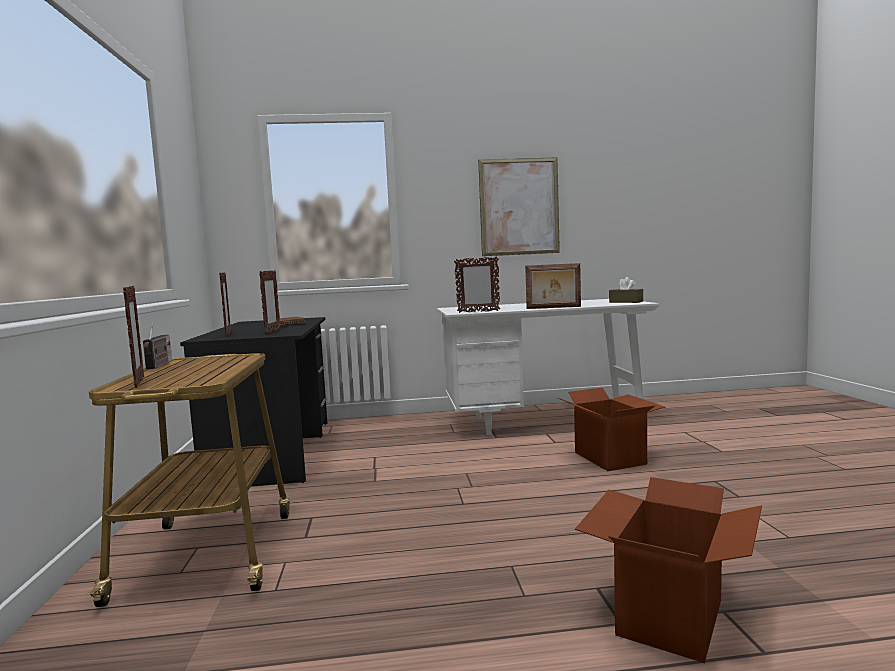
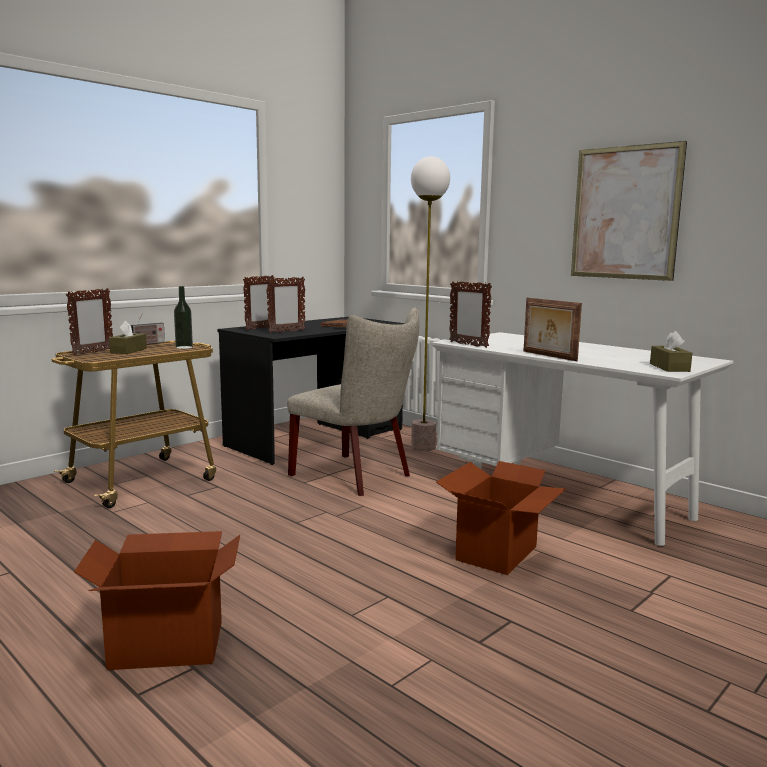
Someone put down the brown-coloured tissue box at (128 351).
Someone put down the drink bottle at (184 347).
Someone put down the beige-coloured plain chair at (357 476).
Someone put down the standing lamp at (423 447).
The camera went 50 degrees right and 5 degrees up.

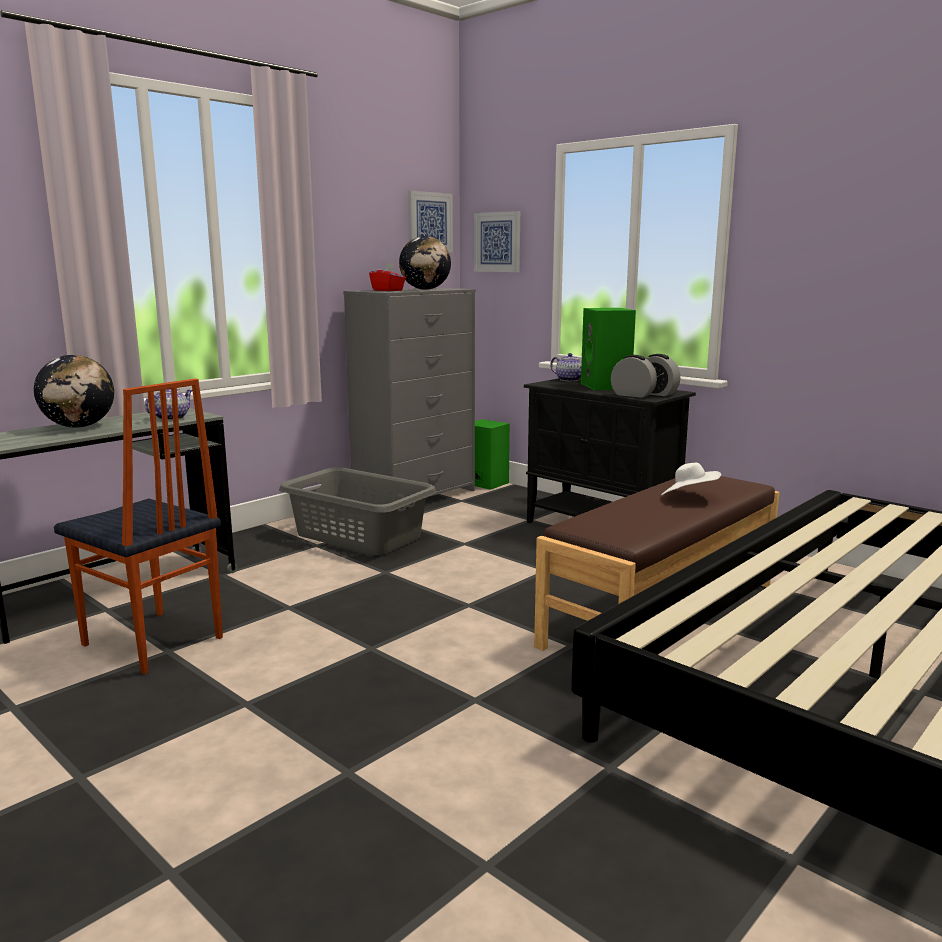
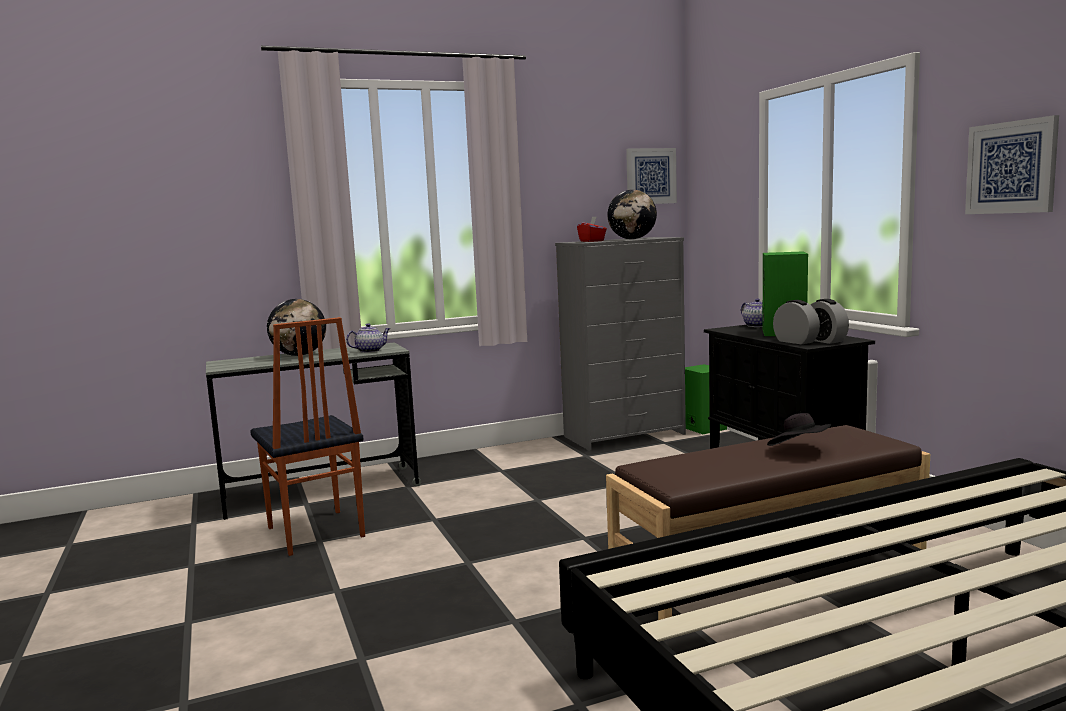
Someone took away the greyish washing basket at (358 536).
Someone carried the wall art from (497 242) to (1011 167).
Someone repainted the white hat at (688 497), which became the black-coloured hat at (799 450).
The camera went 25 degrees right and 5 degrees down.

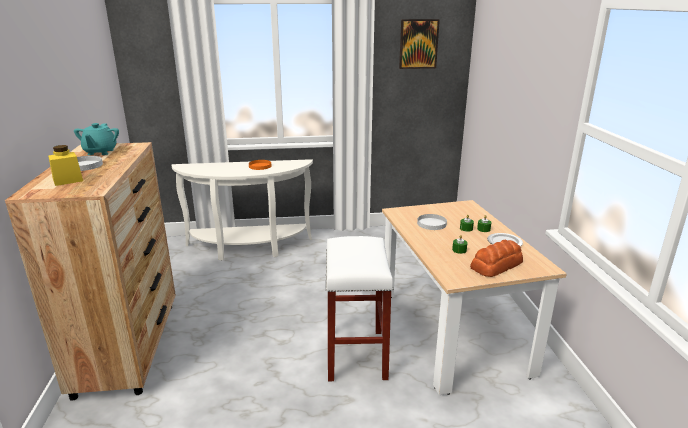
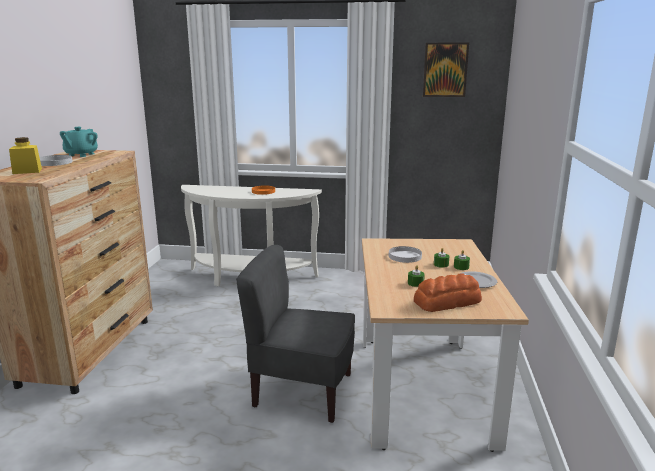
Someone swapped the white stool at (355 354) for the greyish plain chair at (302 392).
The camera went 15 degrees right and 5 degrees down.

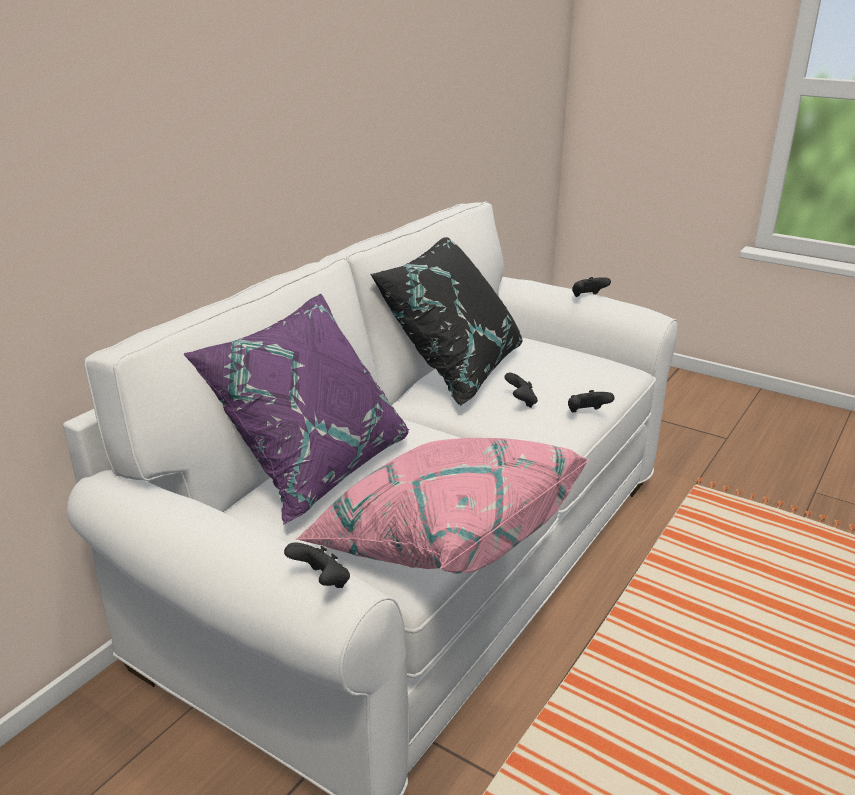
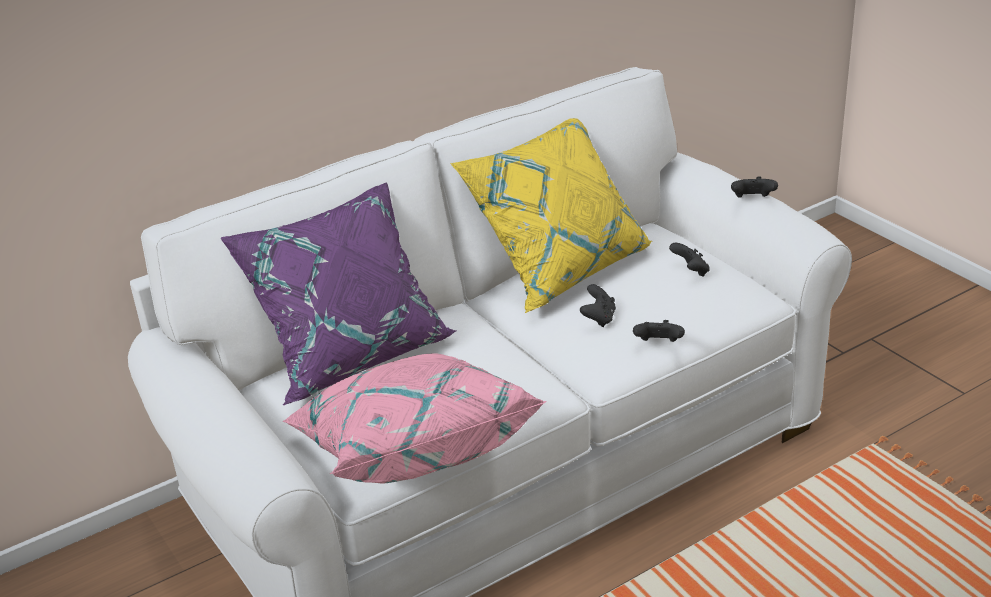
Someone carried the black-coloured joypad from (321 582) to (690 272).
Someone repainted the black-coloured throw pillow at (453 370), which became the yellow-coloured throw pillow at (559 268).
The camera went 25 degrees right and 5 degrees up.

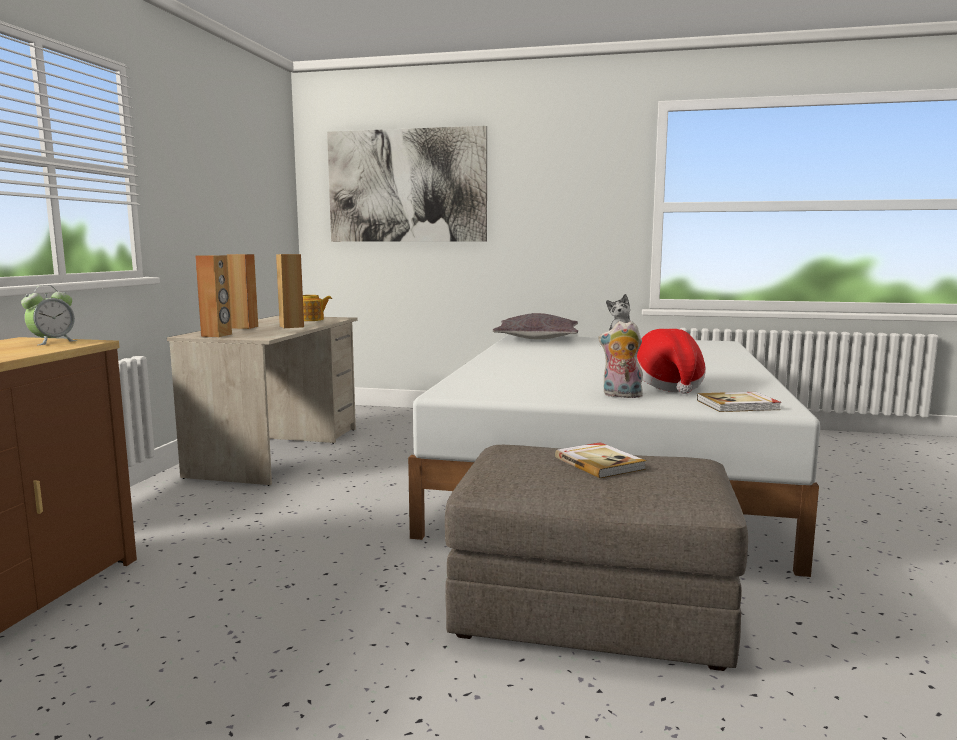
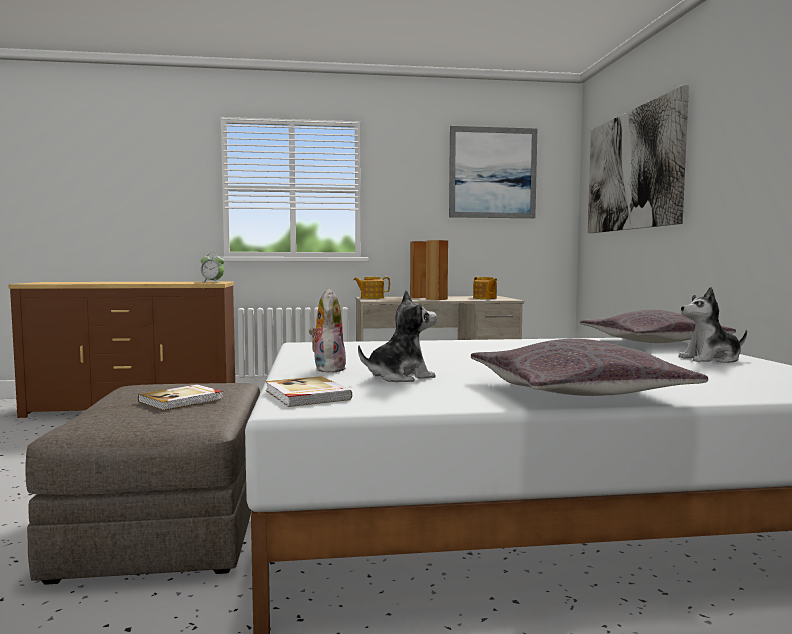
Someone put up the wall art at (492 173).
Someone put down the greyish throw pillow at (575 392).
Someone swapped the brown-coloured audio speaker at (217 335) for the tea pot at (371 298).
Someone swapped the hat at (668 386) for the cuddly toy at (399 377).
The camera went 70 degrees right and 5 degrees down.

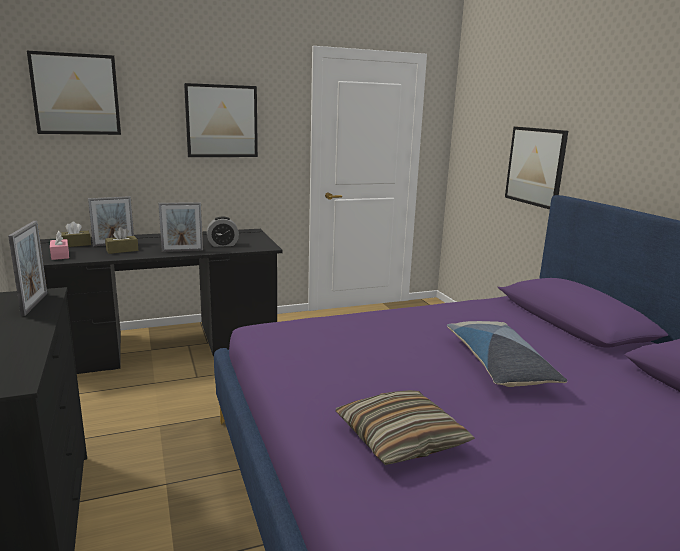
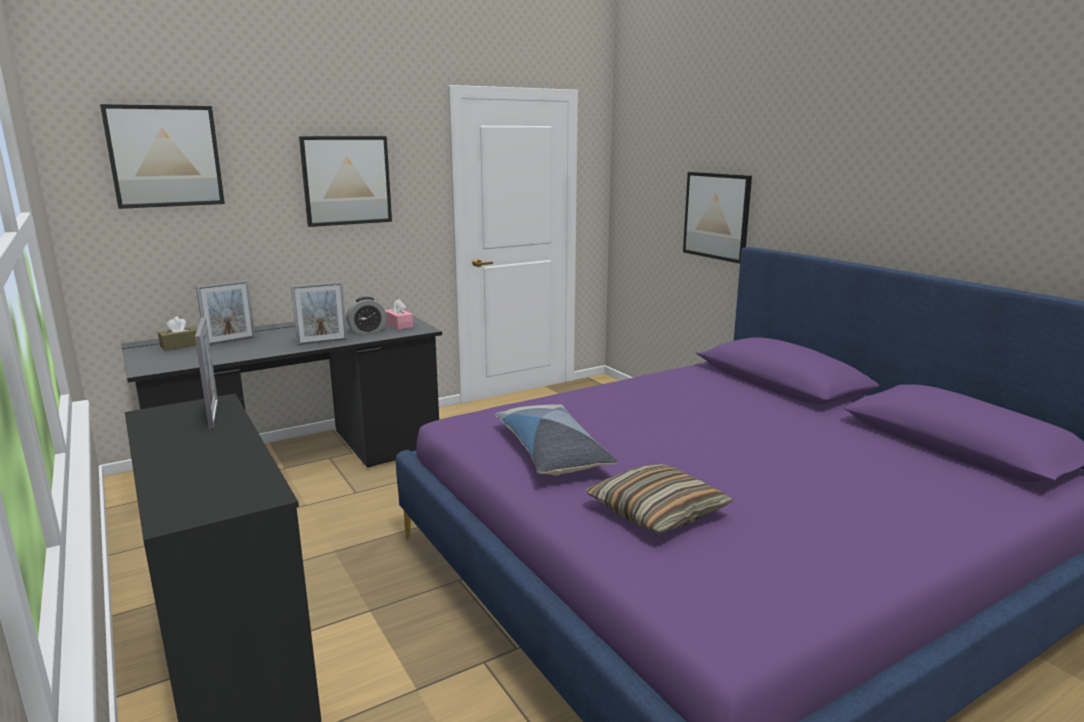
Someone took away the brown-coloured tissue box at (122 250).
Someone carried the pinkish tissue box from (60 255) to (398 325).
Someone carried the throw pillow from (498 364) to (551 452).
The camera went 10 degrees left and 0 degrees up.

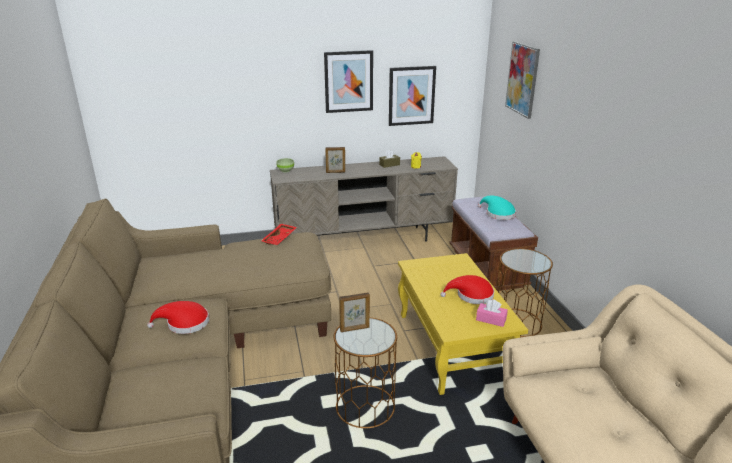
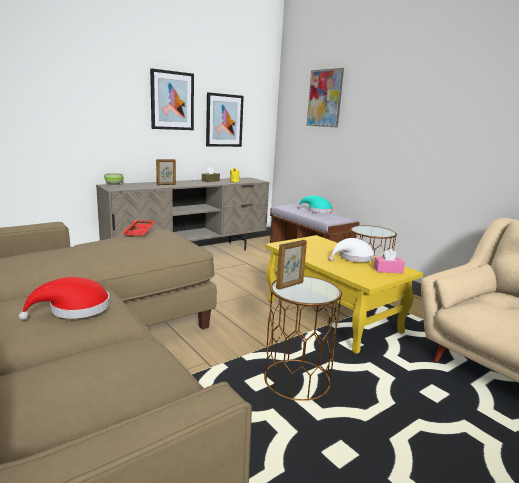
Someone repainted the red hat at (471 296), which became the white hat at (353 258).
The camera went 25 degrees left and 10 degrees down.

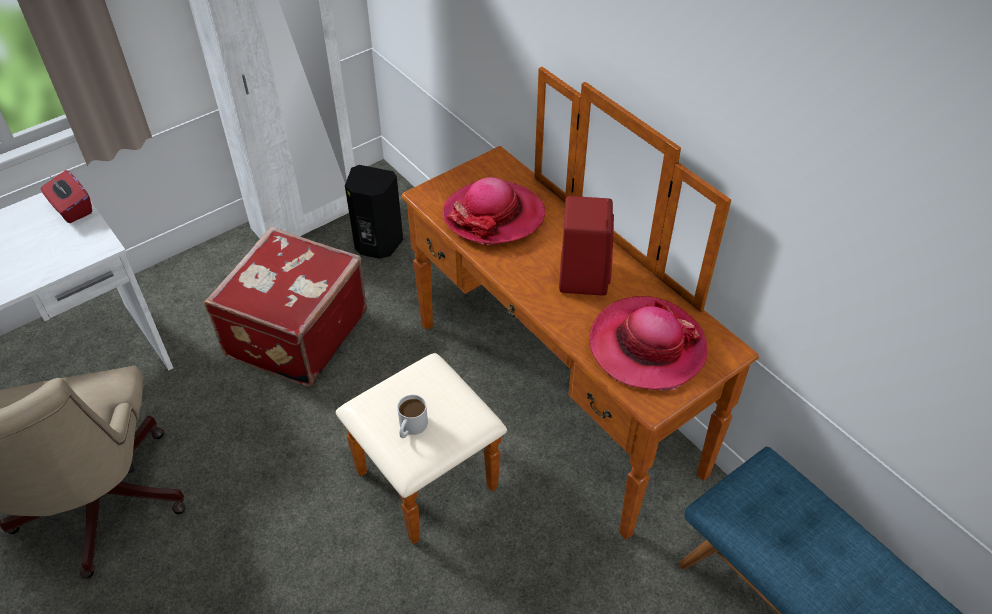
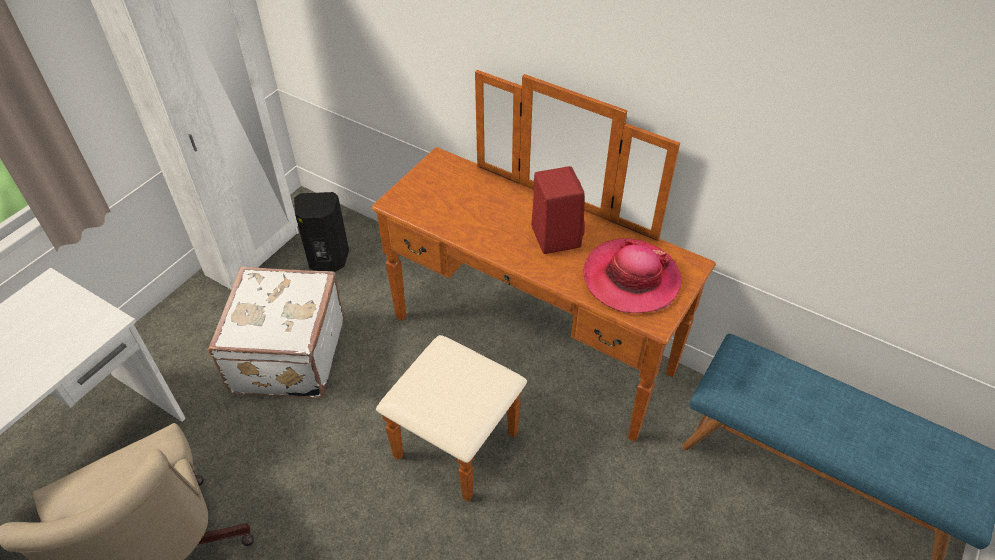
Someone took away the red tissue box at (72 209).
Someone took away the white tea mug at (410 427).
Someone took away the hat at (493 216).
Someone repainted the red travel case at (294 333), which became the white travel case at (286 356).
The camera went 20 degrees left and 0 degrees up.

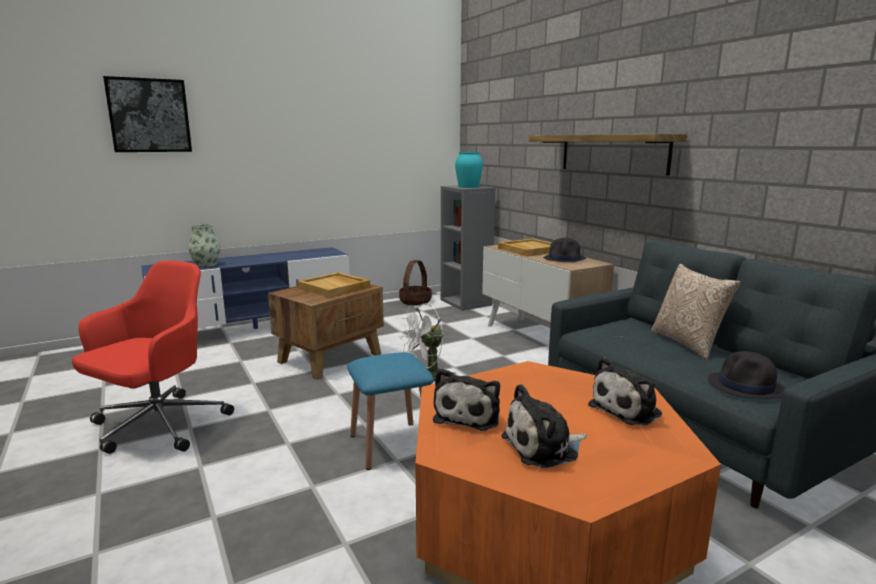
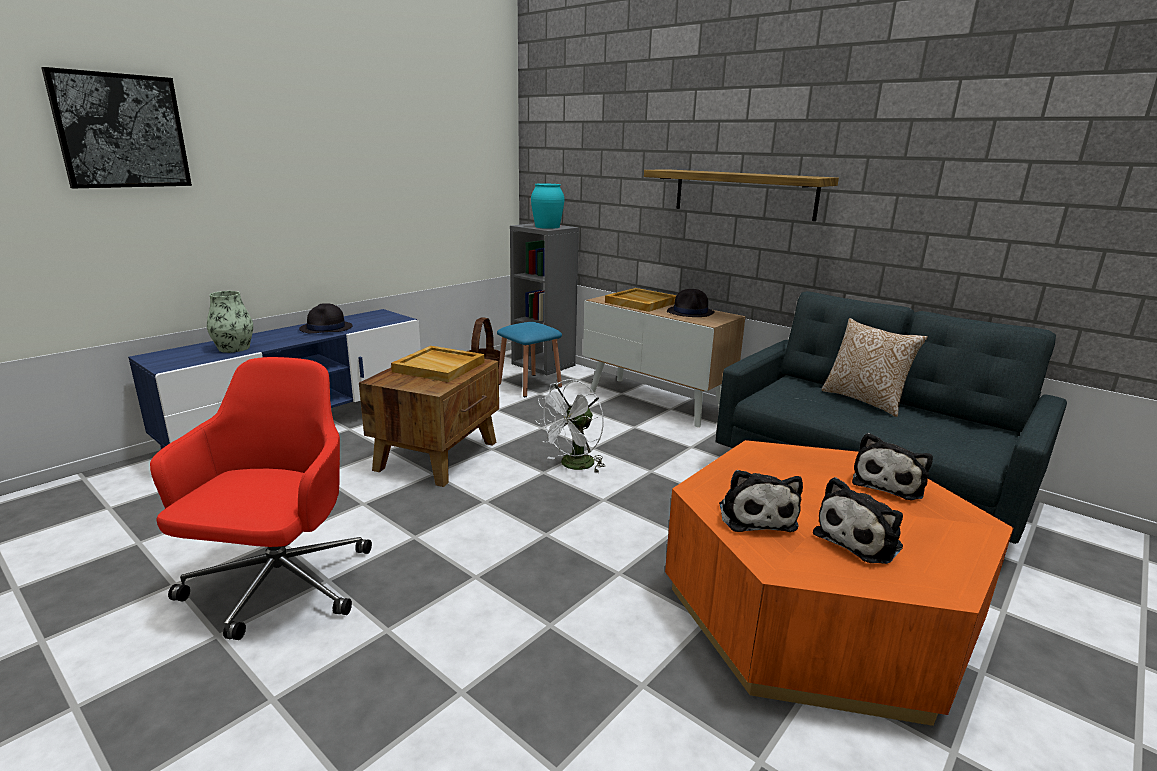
Someone carried the bluish stool from (391 444) to (529 385).
Someone carried the black-coloured hat from (746 386) to (326 328).
The camera went 20 degrees left and 5 degrees up.

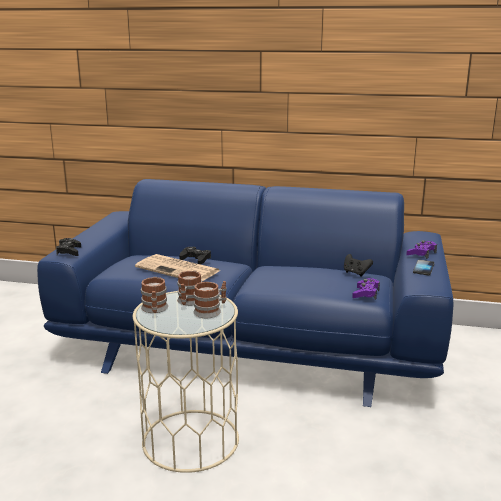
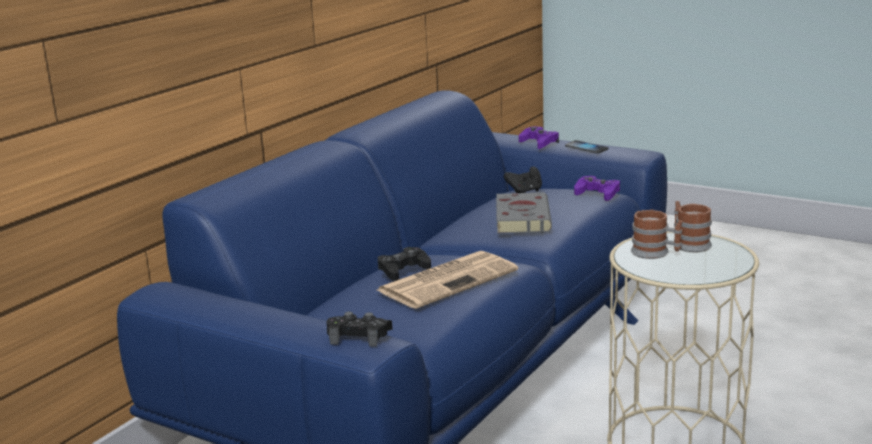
Someone took away the tea mug at (154 309).
Someone put down the greyish bound book at (522 218).
The camera went 70 degrees left and 0 degrees up.

